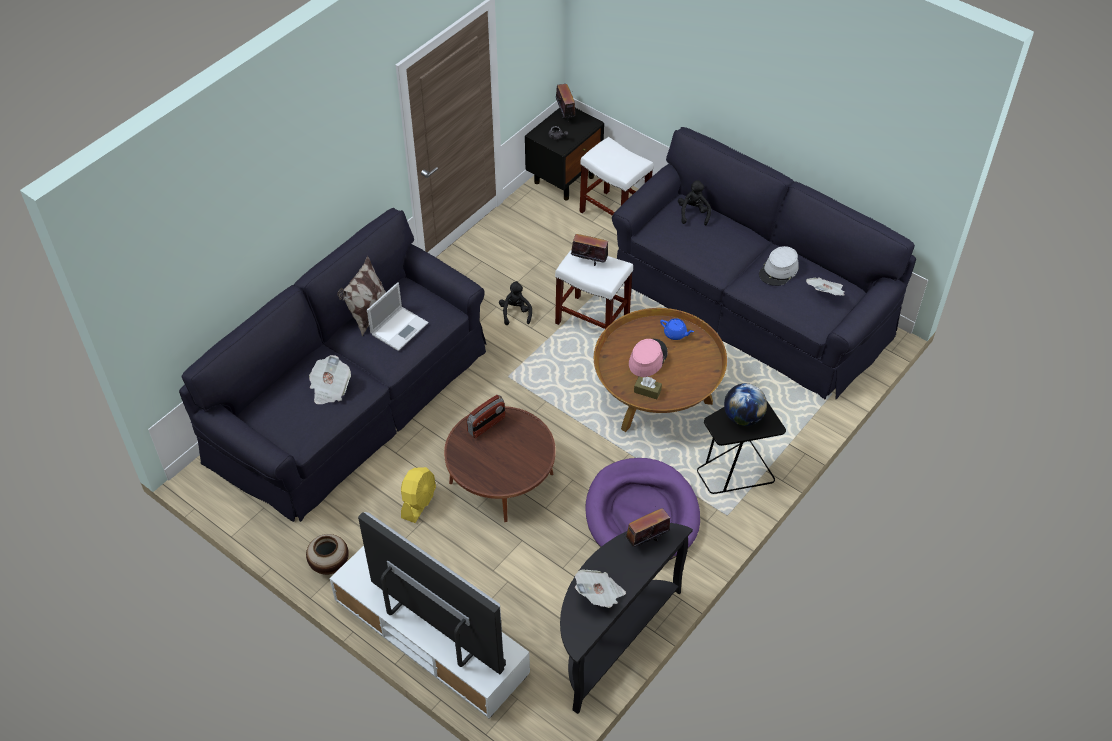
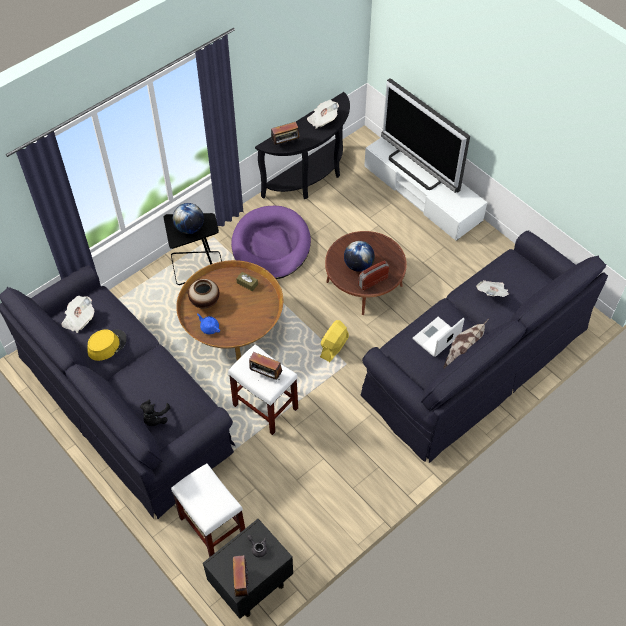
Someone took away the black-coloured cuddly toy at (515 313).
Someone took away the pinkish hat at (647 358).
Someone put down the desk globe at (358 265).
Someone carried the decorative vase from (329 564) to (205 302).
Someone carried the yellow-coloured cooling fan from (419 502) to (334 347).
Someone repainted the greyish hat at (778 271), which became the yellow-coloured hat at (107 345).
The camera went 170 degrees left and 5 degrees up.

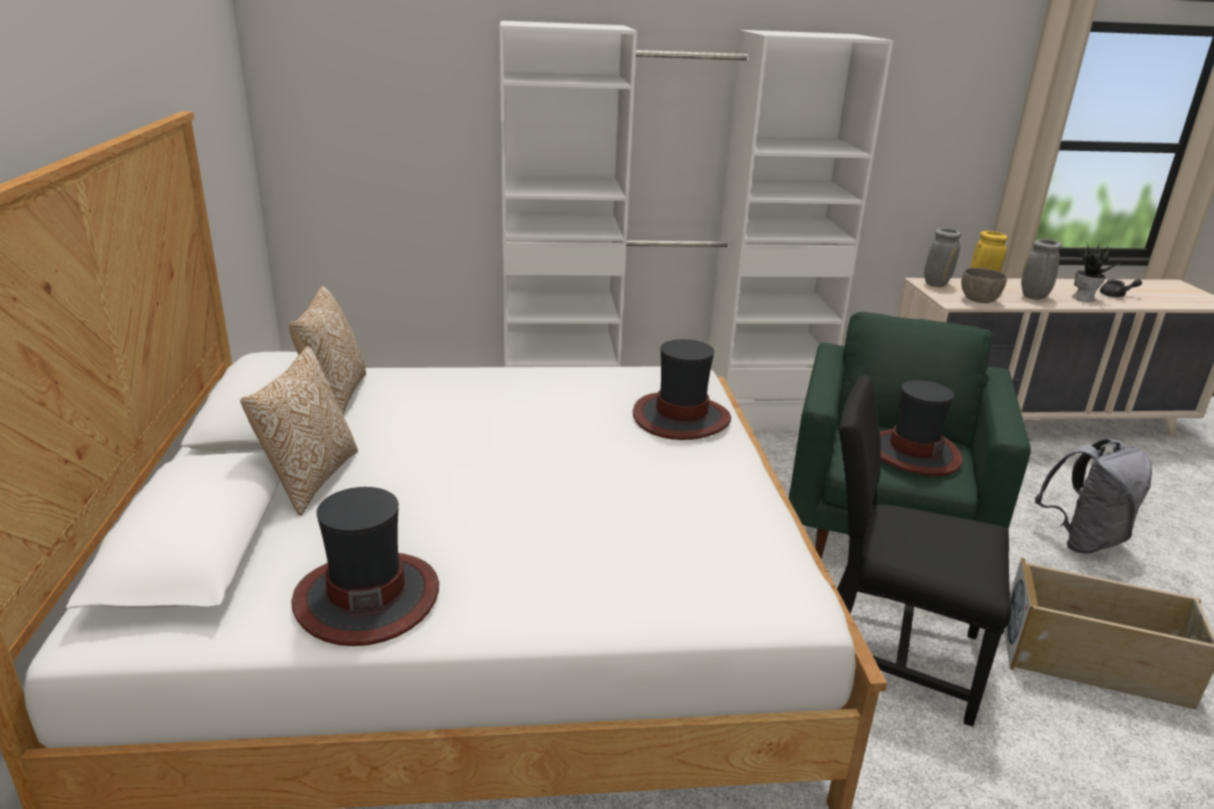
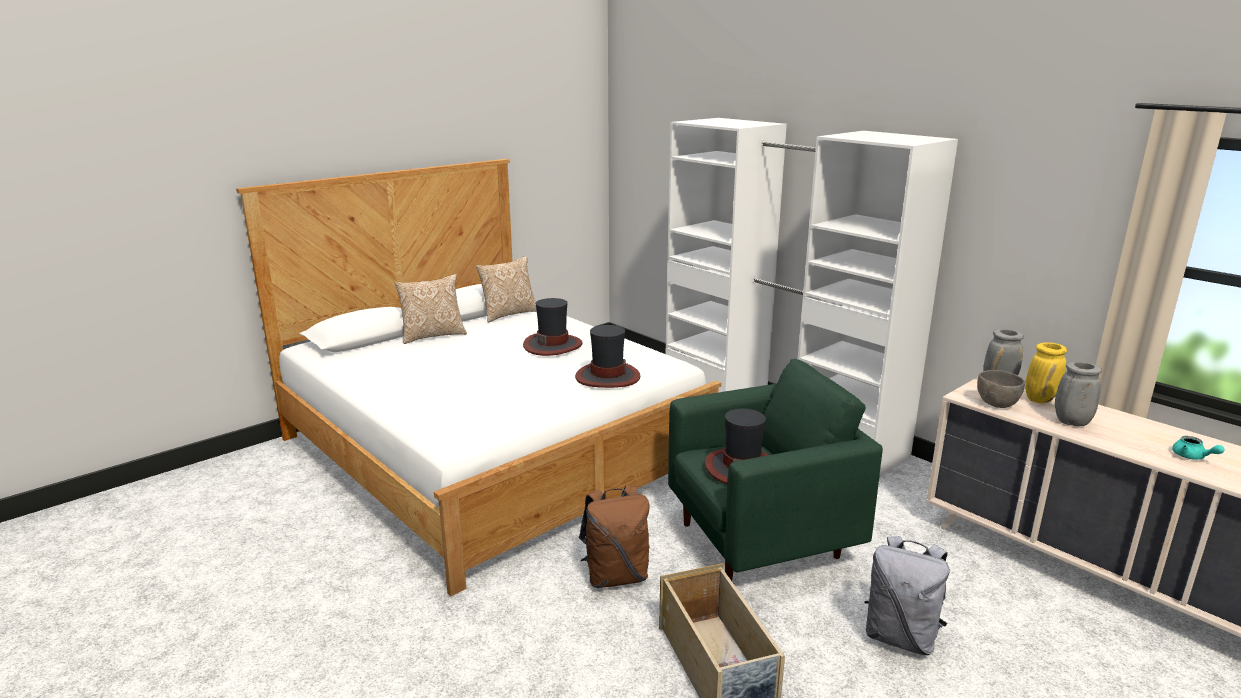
Someone took away the plant in a pot at (1083 298).
Someone carried the hat from (367 597) to (553 345).
Someone swapped the black-coloured plain chair at (890 653) for the brown-coloured backpack at (616 576).
Someone repainted the greyish tea pot at (1116 295), which became the turquoise tea pot at (1192 457).
The camera went 55 degrees right and 5 degrees down.

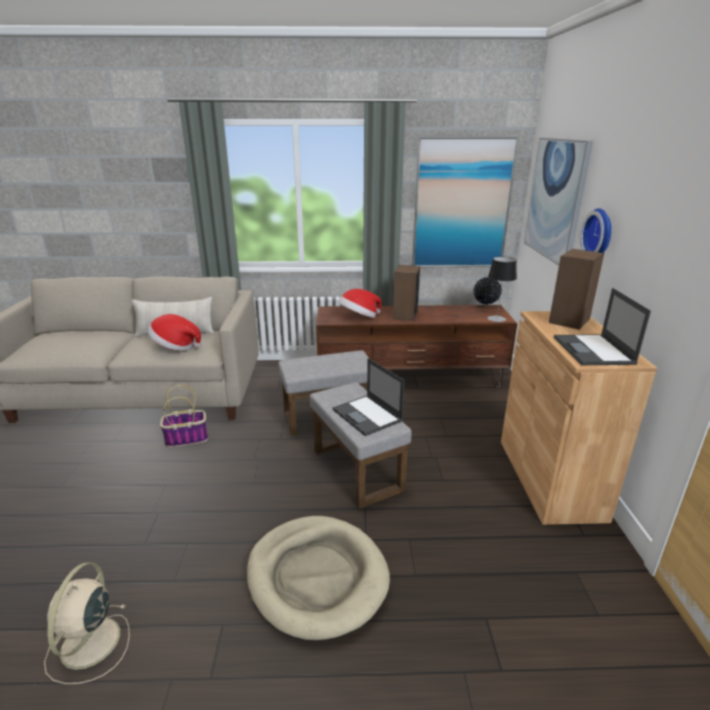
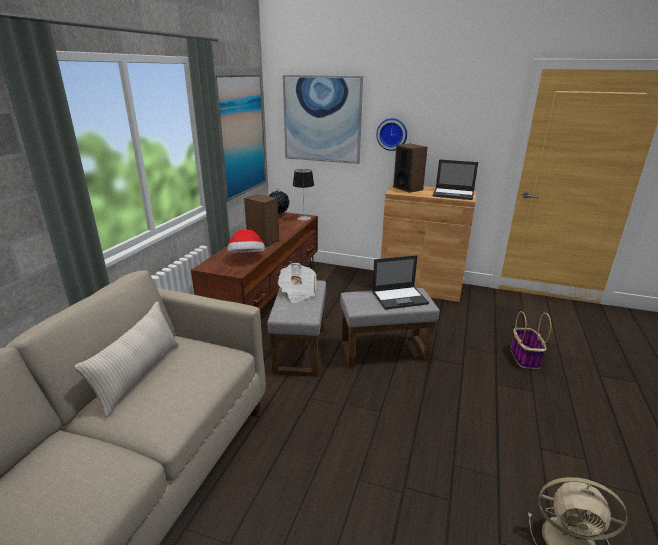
Someone took away the hat at (175 346).
Someone took away the beige-coloured pet bed at (317 577).
Someone put down the printed paper at (297 292).
Someone carried the household basket from (187 438) to (524 357).
The camera went 70 degrees left and 0 degrees up.

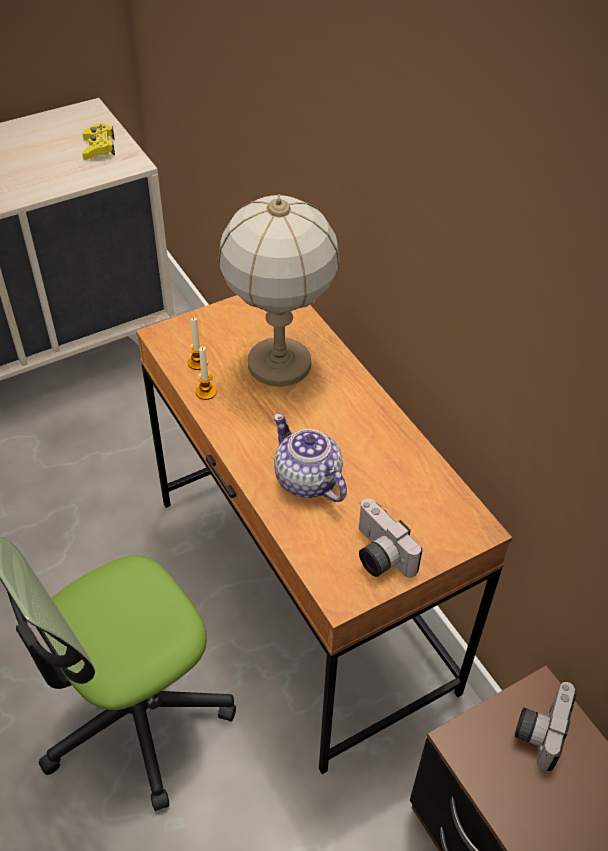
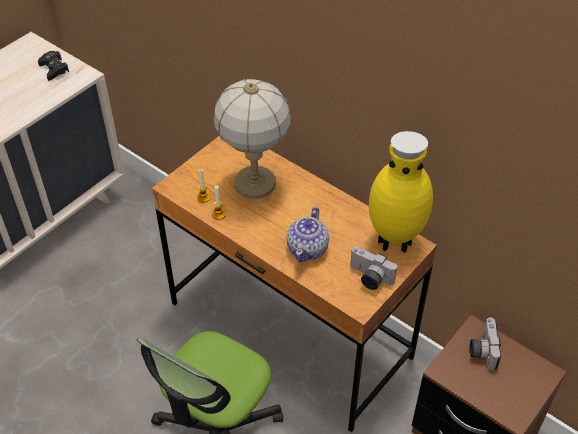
Someone put down the yellow-coloured decorative vase at (395 241).
Someone repainted the yellow-coloured joypad at (99 148), which became the black-coloured joypad at (54 69).
Someone rotated the tea pot at (307 480) by 105 degrees counterclockwise.
The camera went 20 degrees left and 0 degrees up.

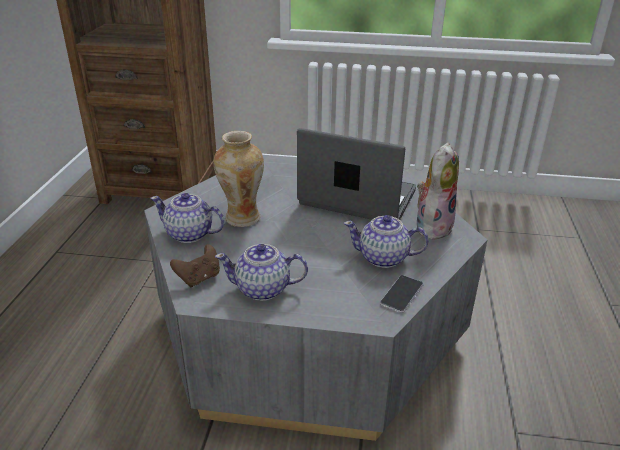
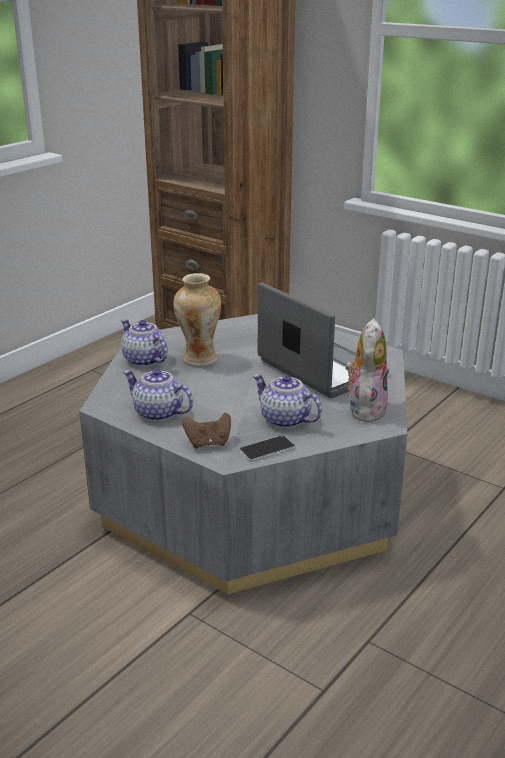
Someone carried the brown-coloured joypad from (199 278) to (208 443).
Someone rotated the cuddly toy at (432 226) by 45 degrees counterclockwise.
The camera went 30 degrees right and 5 degrees down.

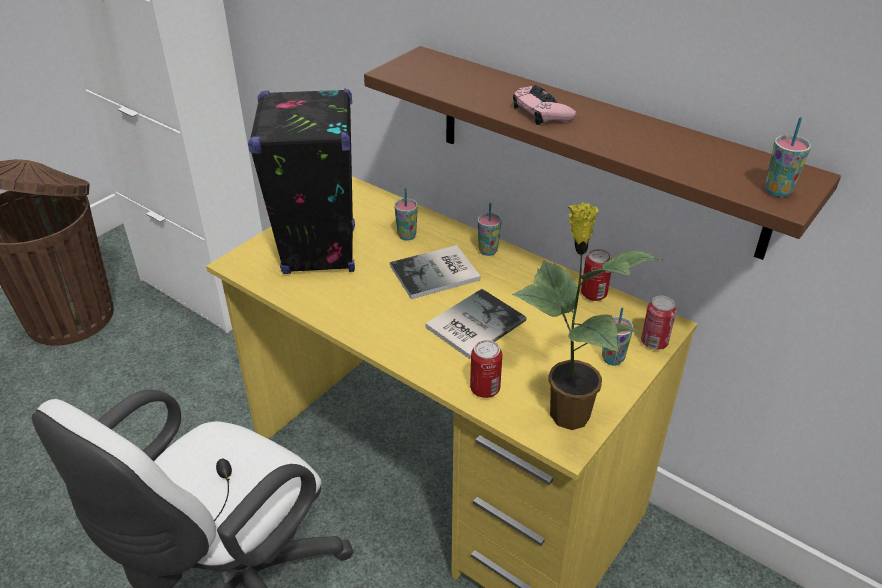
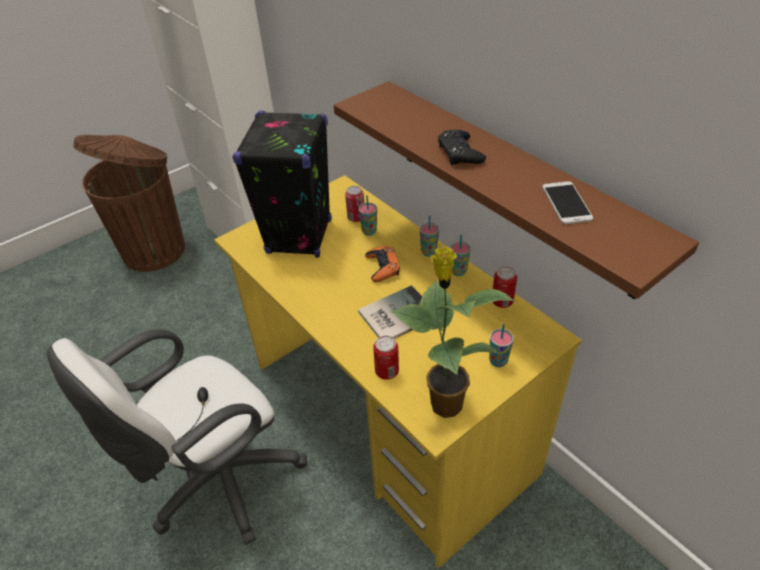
Someone put down the handset at (566 203).
Someone carried the can from (654 342) to (356 218).
Someone carried the drinking cup from (777 191) to (458 271).
Someone swapped the bound book at (437 274) for the orange-coloured joypad at (382 267).
Someone repainted the pinkish joypad at (542 112), which became the black-coloured joypad at (460 153).
The camera went 15 degrees right and 5 degrees up.

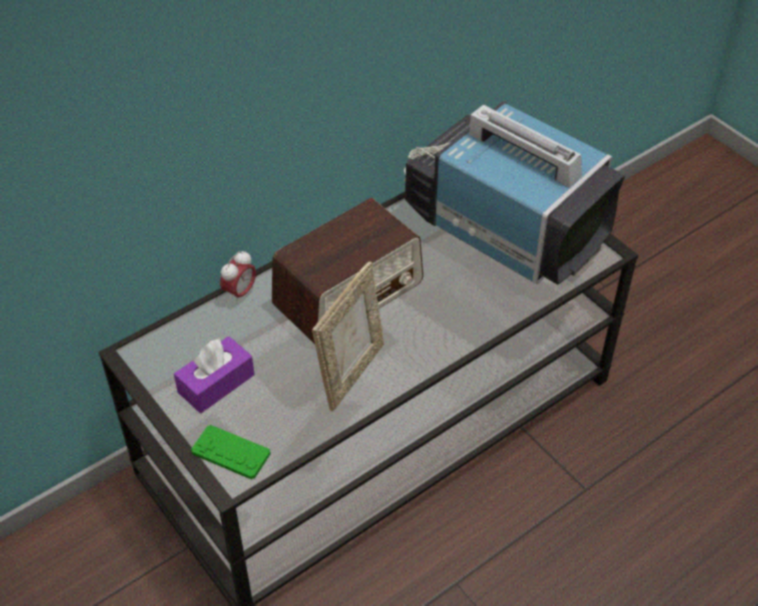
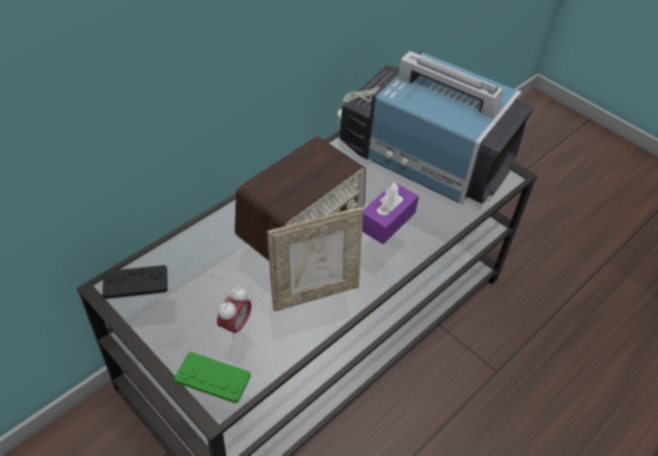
Someone put down the black-coloured joypad at (135 283).
Someone carried the purplish tissue box from (216 383) to (387 221).
Someone carried the bedside clock from (240 293) to (235 326).
Someone rotated the photo frame at (351 373) by 45 degrees clockwise.
The camera went 10 degrees left and 0 degrees up.

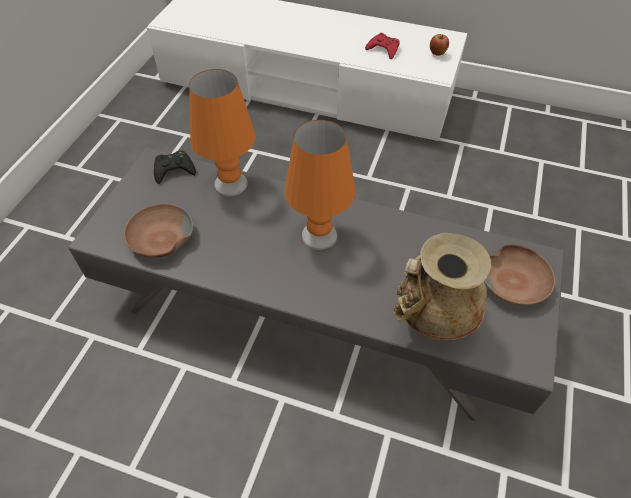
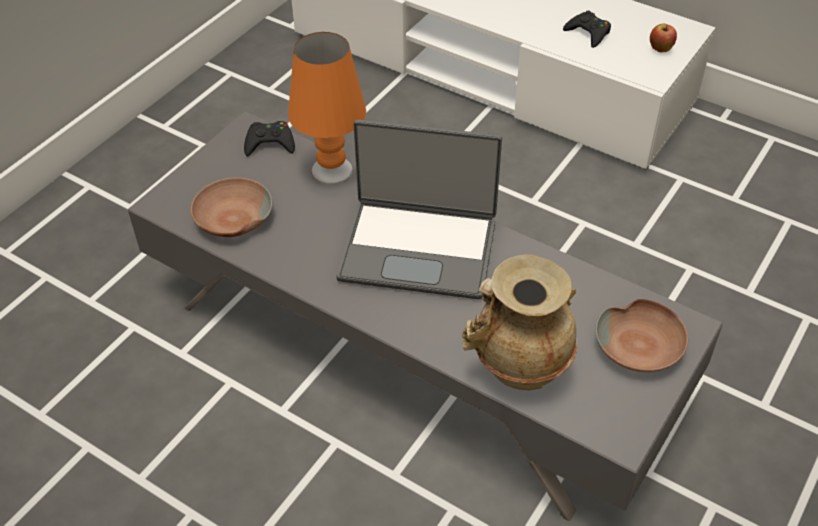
Someone swapped the orange-coloured lamp for a table at (319 235) for the notebook computer at (419 248).
Someone repainted the red joypad at (383 49), which became the black-coloured joypad at (588 33).
The camera went 15 degrees right and 5 degrees down.

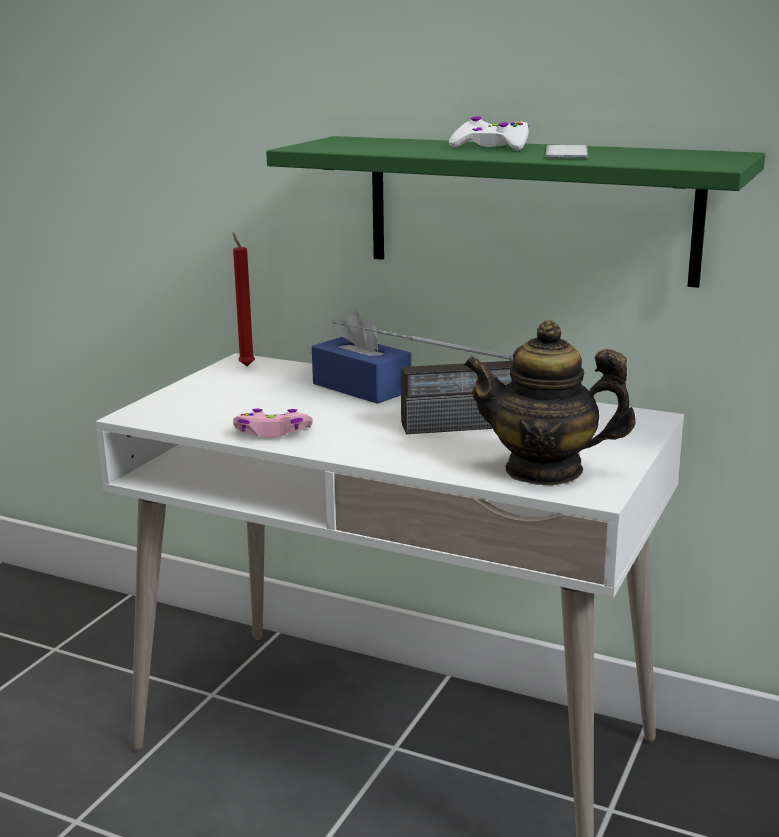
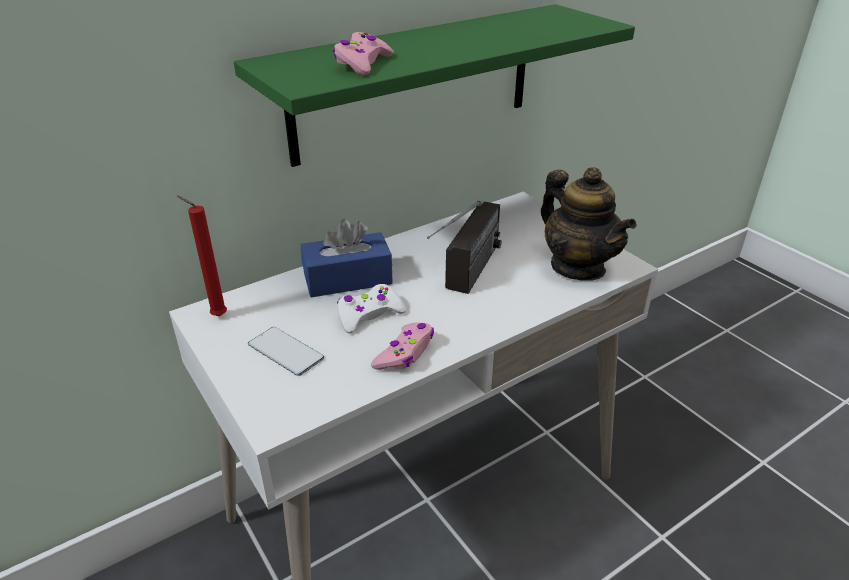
Someone put down the pinkish joypad at (362 63).
Someone carried the white joypad from (491 147) to (369 315).
Someone carried the handset from (566 153) to (285 351).
Someone rotated the tea pot at (544 470) by 75 degrees counterclockwise.
The camera went 60 degrees left and 15 degrees up.

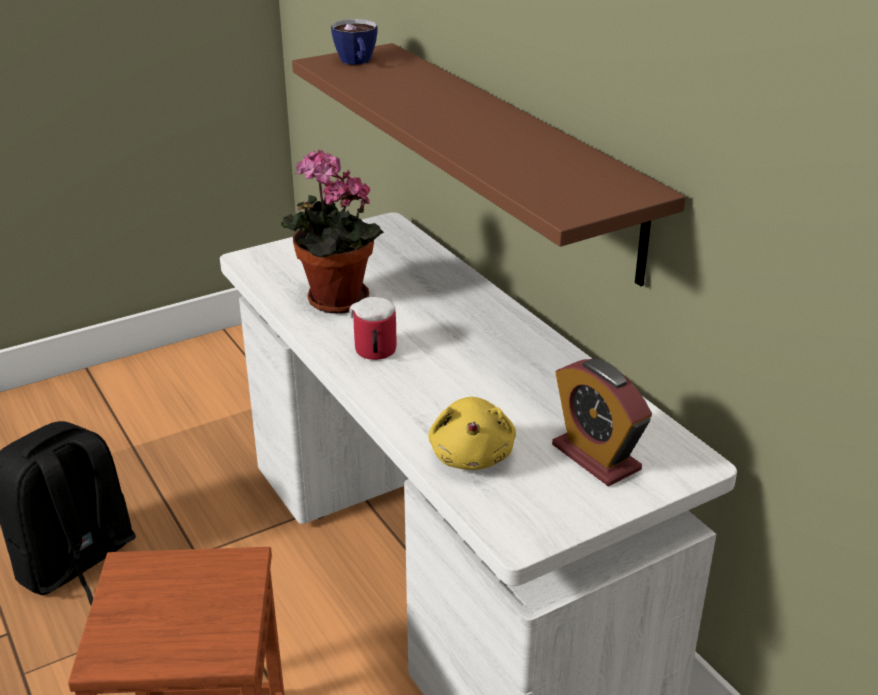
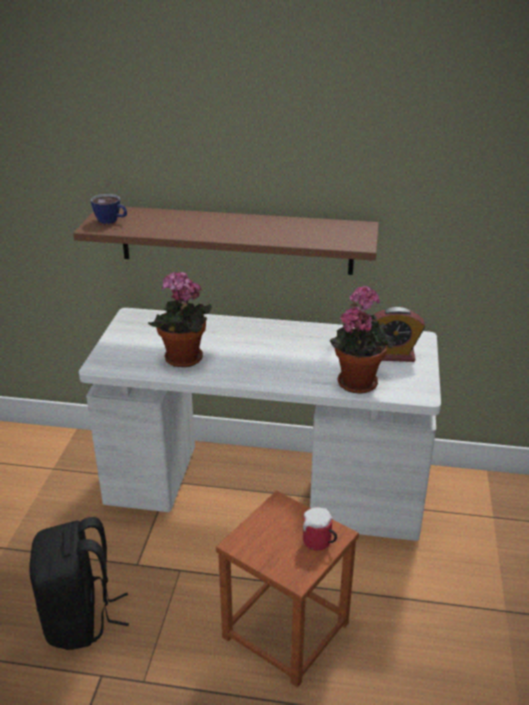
Someone carried the tea mug from (373 353) to (319 543).
Someone swapped the yellow-coloured cuddly toy at (472 455) for the plant in a pot at (357 381).
The camera went 50 degrees left and 0 degrees up.

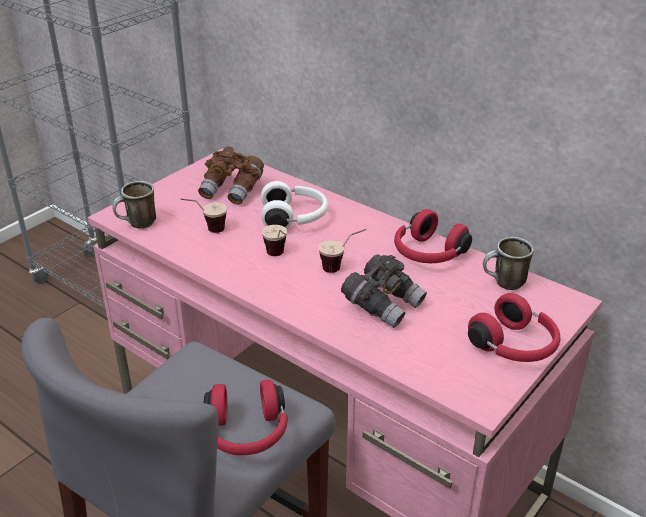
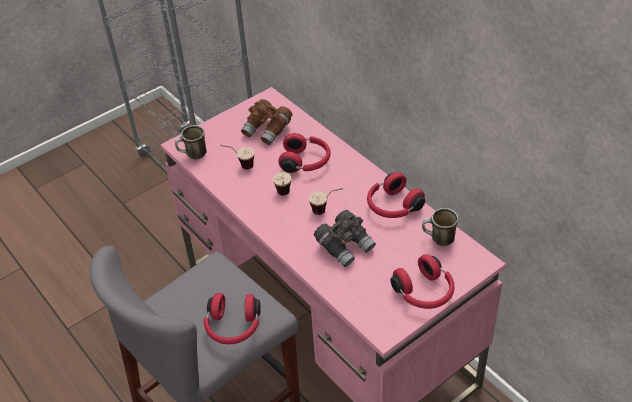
Someone repainted the white pair of headphones at (294 218), which became the red pair of headphones at (306 162).
The camera went 15 degrees right and 10 degrees up.

